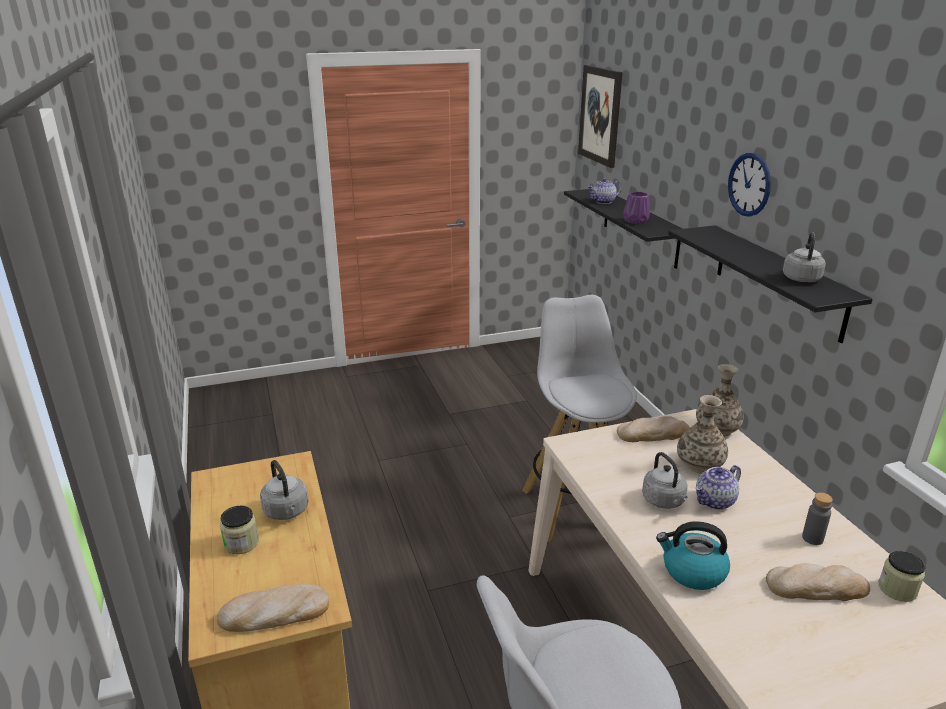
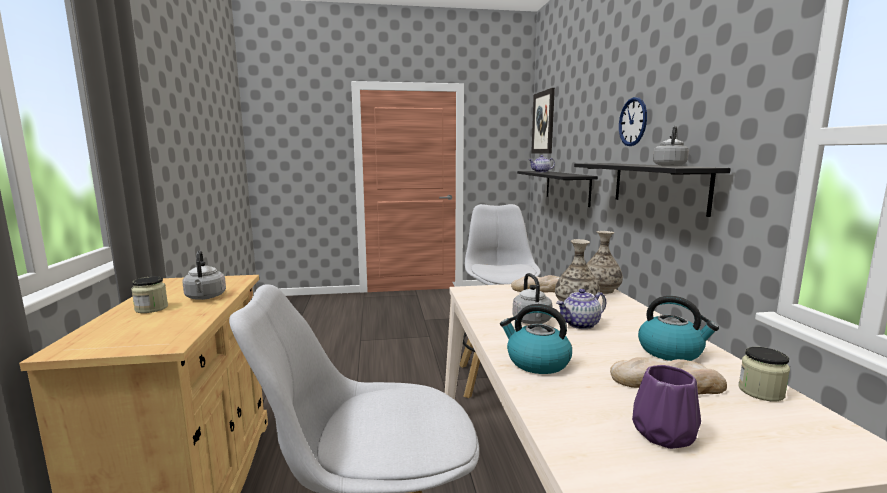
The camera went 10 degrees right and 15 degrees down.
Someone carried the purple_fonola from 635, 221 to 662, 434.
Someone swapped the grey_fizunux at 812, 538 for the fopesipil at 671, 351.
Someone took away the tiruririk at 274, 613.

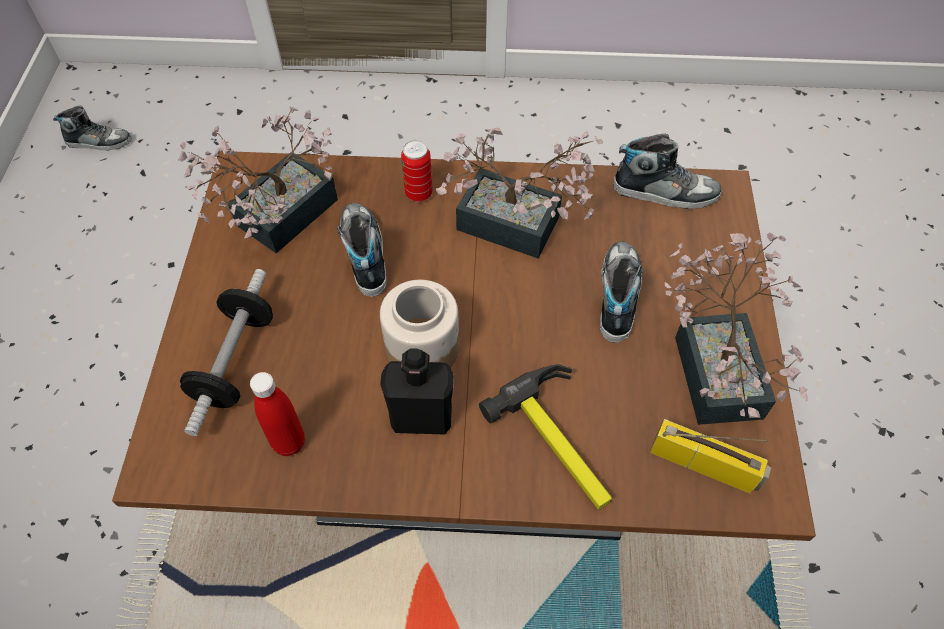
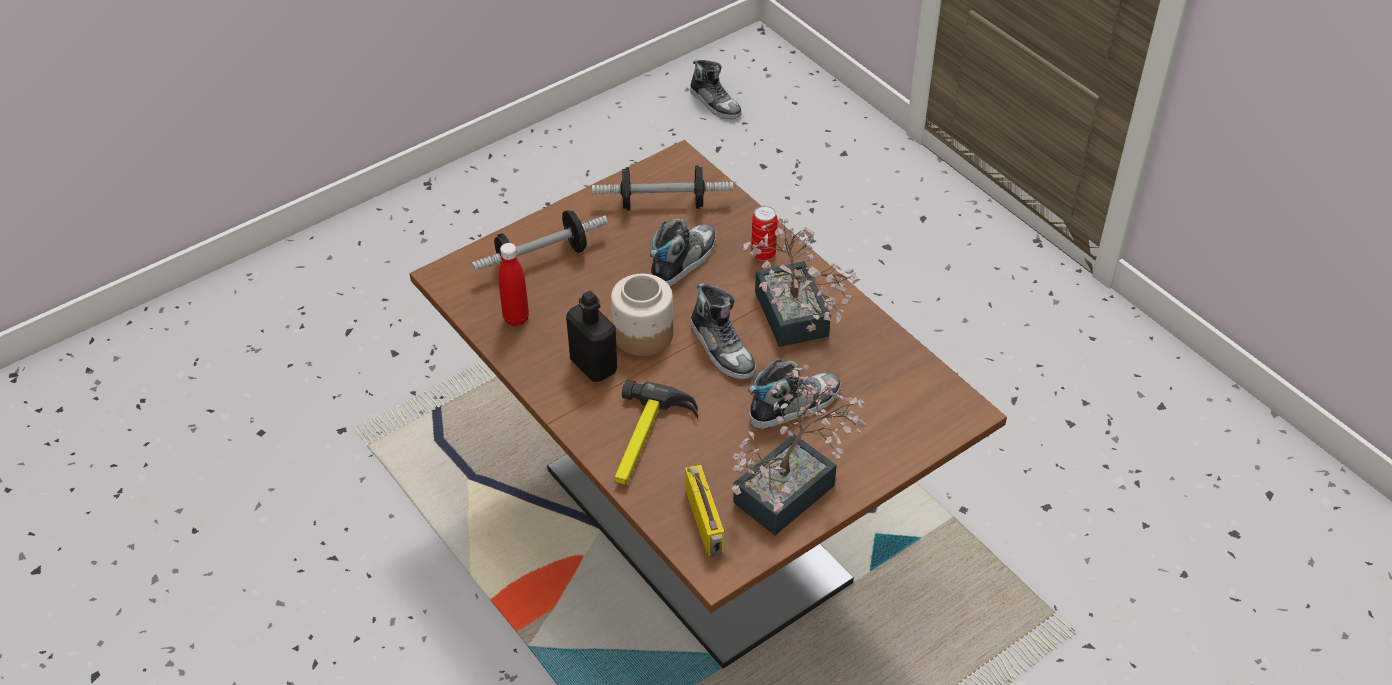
The camera went 50 degrees right and 10 degrees down.
Someone swapped the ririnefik at 277, 219 for the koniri at 662, 204.
Someone carried the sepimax from 665, 191 to 722, 348.

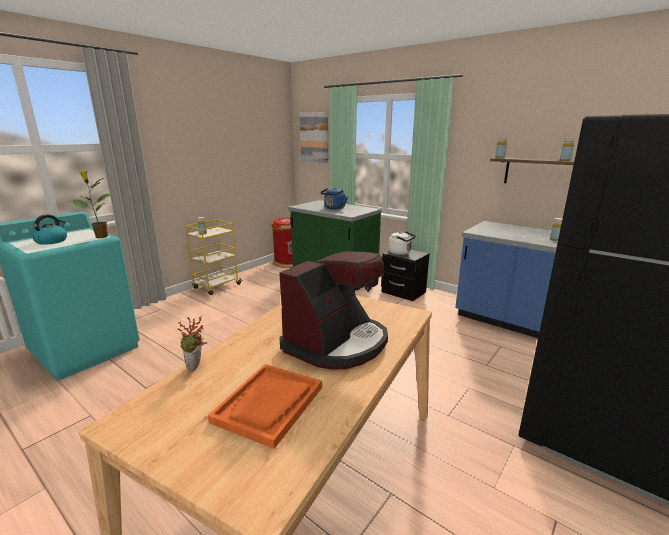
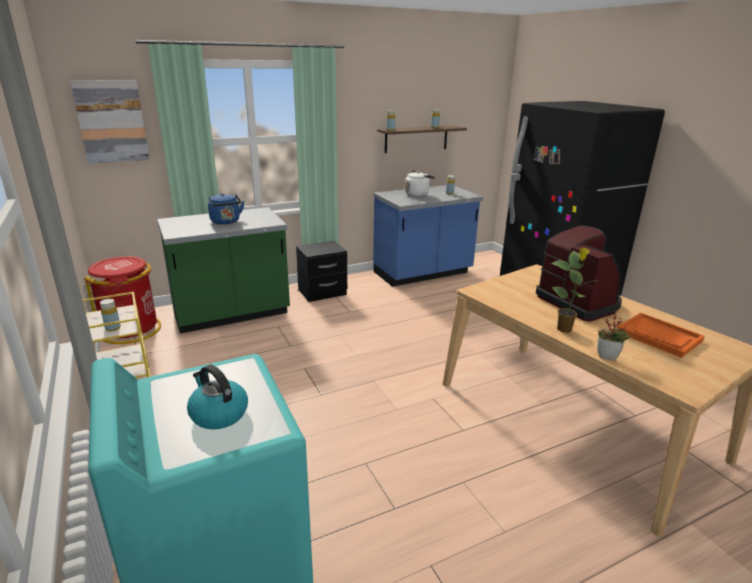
The camera went 65 degrees left and 5 degrees up.
Someone carried the ririnefik from 101, 237 to 565, 329.
Someone carried the white_fopesipil from 401, 253 to 418, 194.

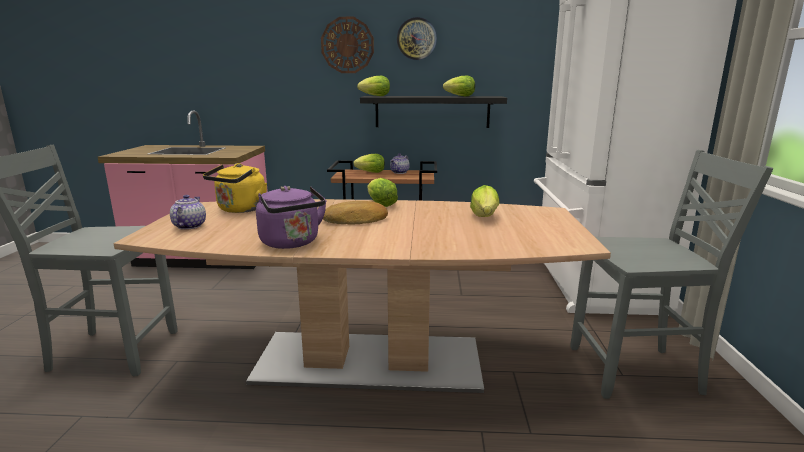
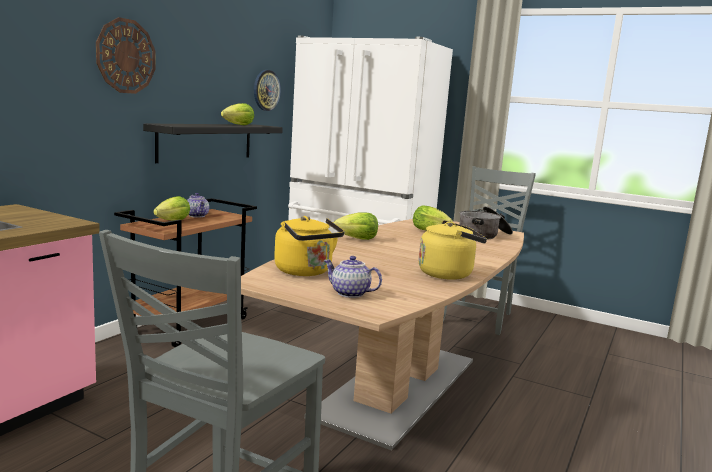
The camera went 65 degrees left and 5 degrees down.
Someone carried the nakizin from 416, 39 to 266, 90.
Someone took away the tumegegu at 375, 96.
Someone repainted the purple_fopesipil at 292, 243, which became the yellow_fopesipil at 448, 274.
Someone took away the tiruririk at 356, 220.
Someone put down the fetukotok at 484, 235.

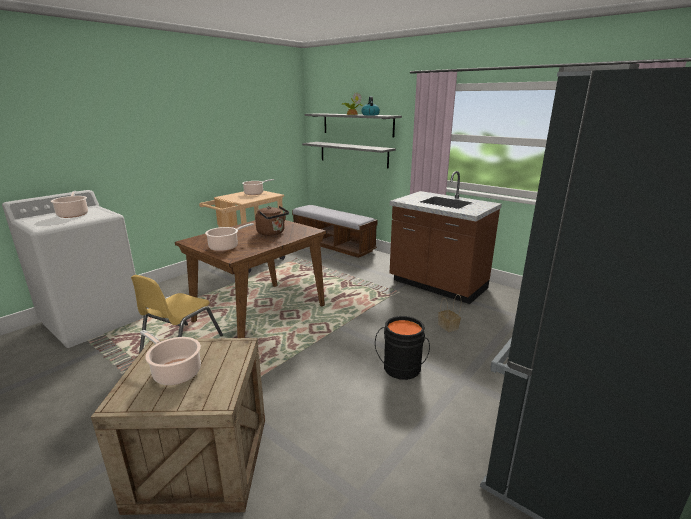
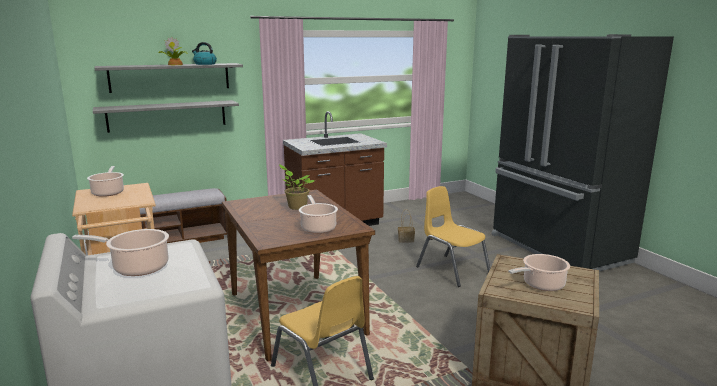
The camera went 65 degrees left and 5 degrees down.
Someone swapped the brown_fopesipil at 272, 233 for the ririnefik at 296, 207.
Someone swapped the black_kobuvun at 401, 369 for the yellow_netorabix at 452, 270.

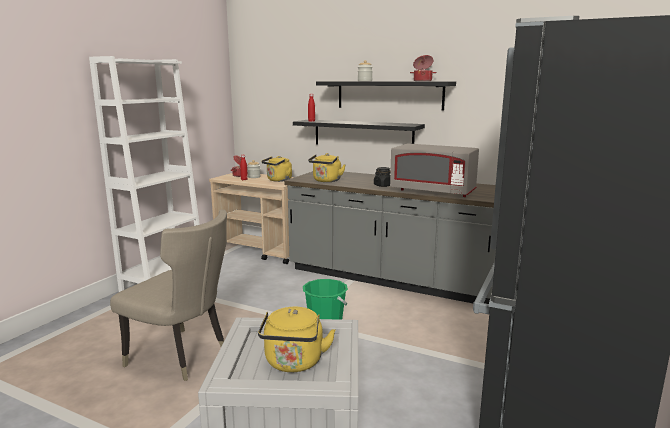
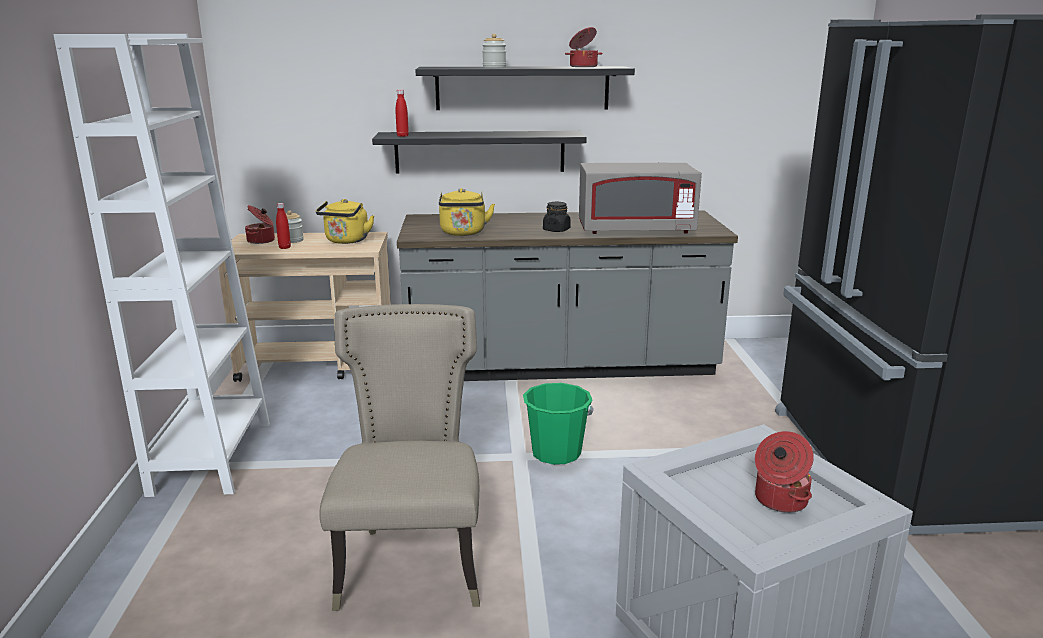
The camera went 30 degrees left and 5 degrees up.
Someone rotated the beige_netorabix at 182, 357 by 90 degrees counterclockwise.
Someone swapped the yellow_fopesipil at 294, 363 for the fetukotok at 779, 500.

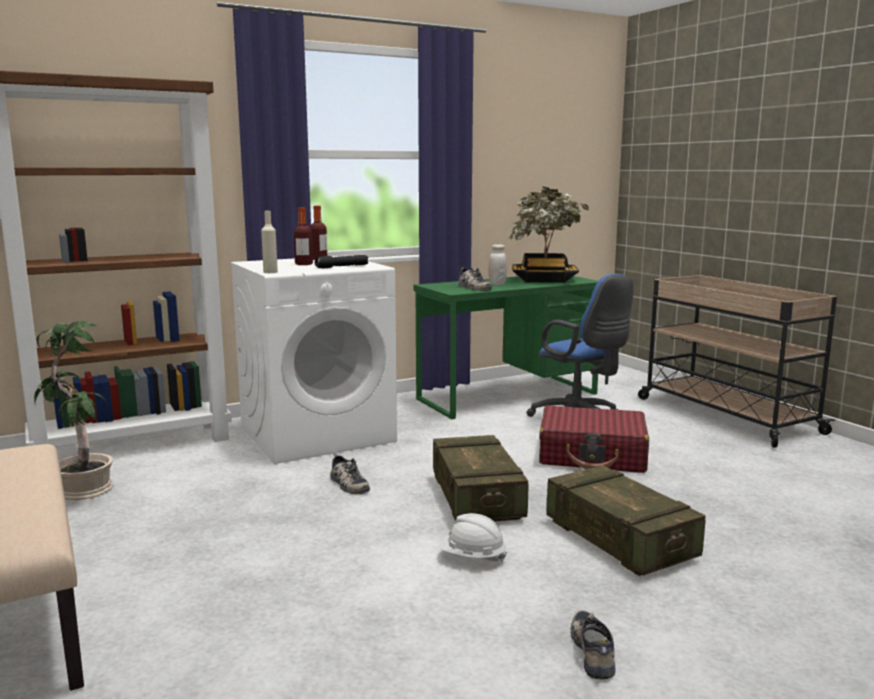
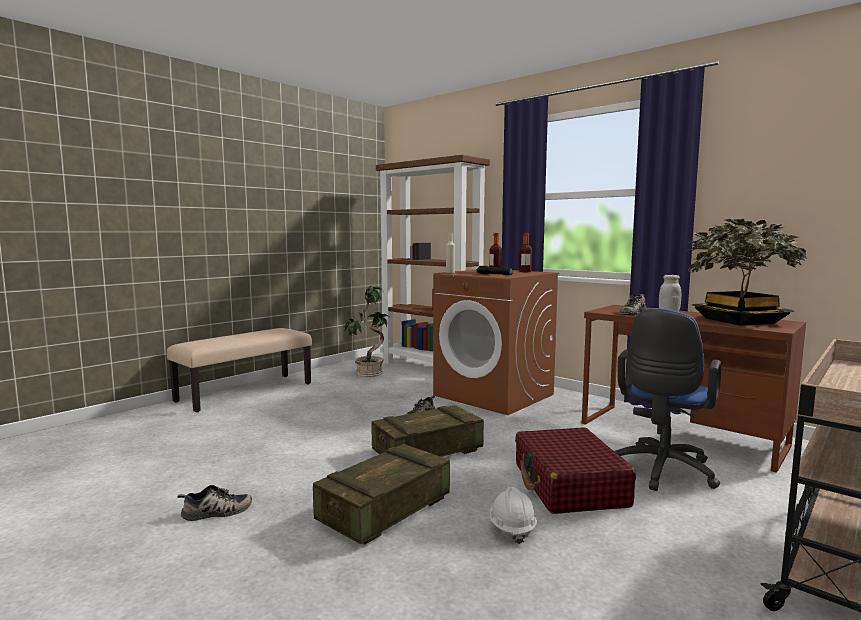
The camera went 70 degrees right and 5 degrees down.
Someone repainted the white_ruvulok at 318, 434, which became the brown_ruvulok at 494, 395.
Someone repainted the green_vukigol at 508, 396, which became the brown_vukigol at 680, 434.
Someone carried the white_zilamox from 472, 558 to 512, 528.

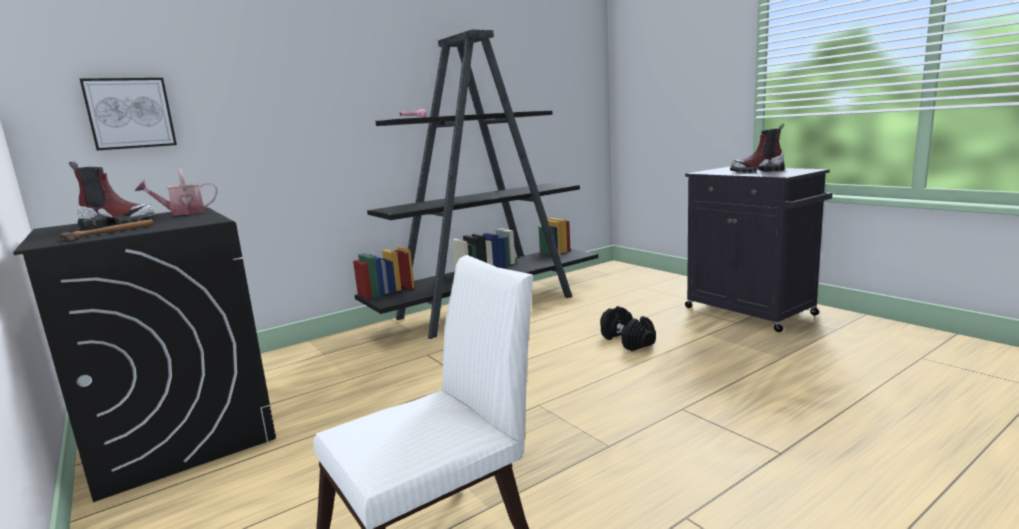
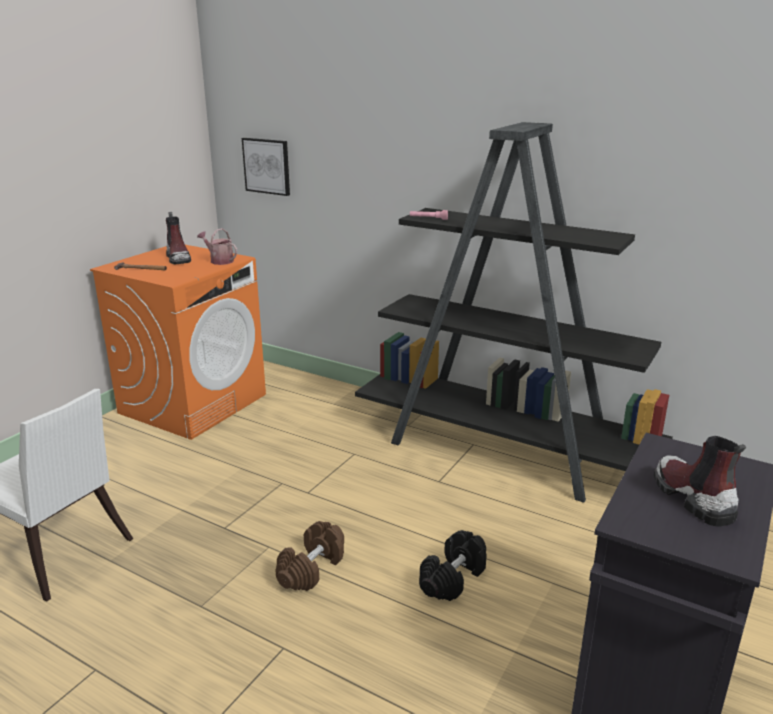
The camera went 65 degrees right and 10 degrees up.
Someone repainted the black_ruvulok at 181, 433, which became the orange_ruvulok at 194, 403.
Someone put down the brown_koniri at 311, 569.

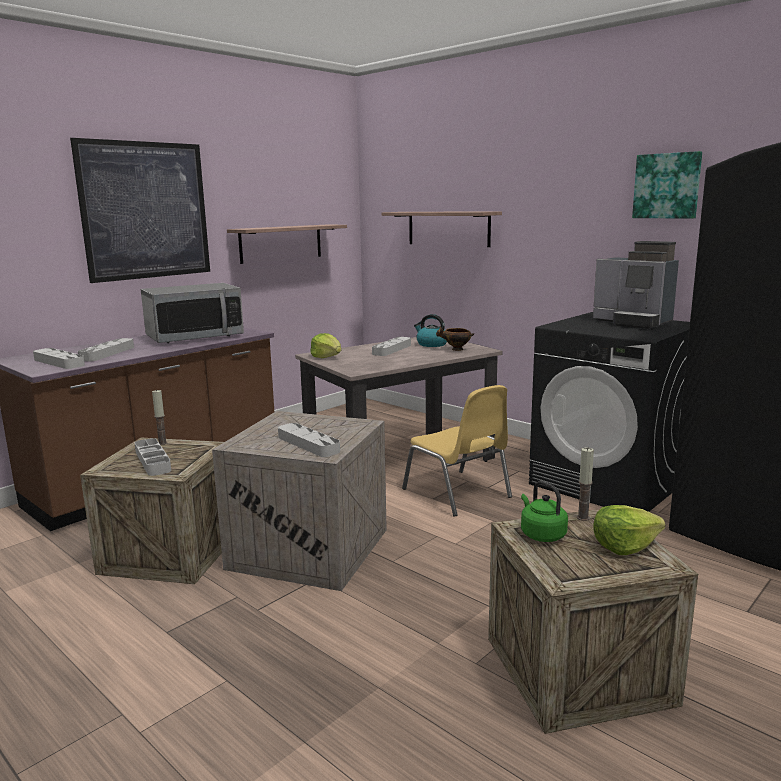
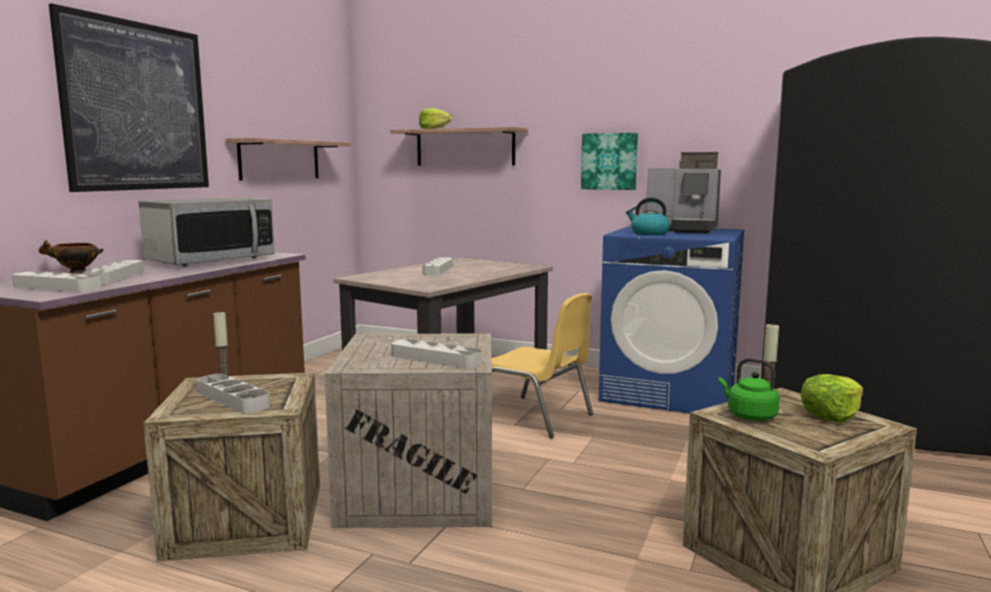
The camera went 20 degrees left and 5 degrees down.
Someone carried the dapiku from 667, 186 to 609, 161.
Someone repainted the black_ruvulok at 608, 483, which became the blue_ruvulok at 670, 392.
Someone carried the fopesipil from 431, 344 to 648, 233.
Someone carried the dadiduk from 456, 349 to 75, 273.
Someone carried the tumegegu from 327, 357 to 434, 129.

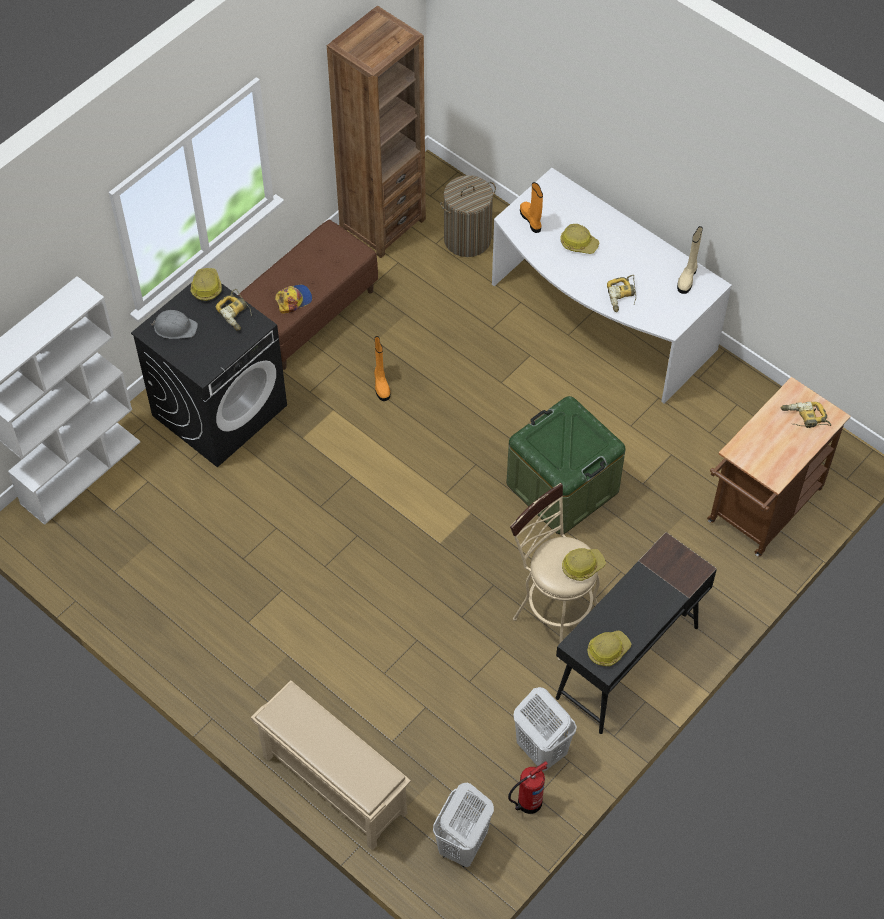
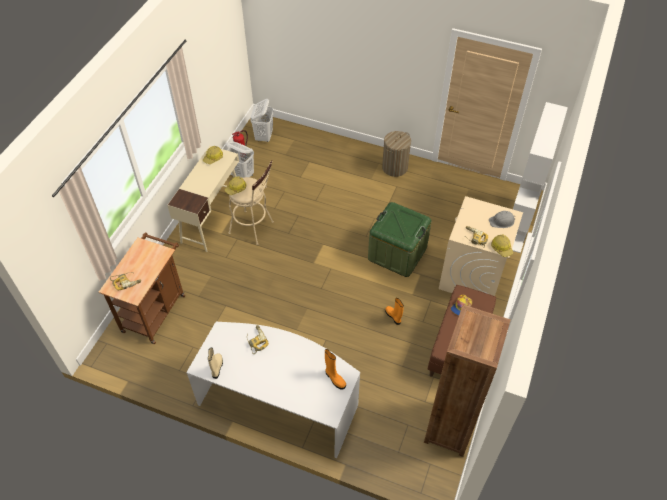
The camera went 160 degrees right and 5 degrees down.
Someone carried the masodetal from 467, 239 to 394, 167.
Someone took away the zilamox at 578, 243.
Someone repainted the black_ruvulok at 220, 410, which became the beige_ruvulok at 472, 276.
Someone carried the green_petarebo from 562, 487 to 397, 253.
Someone repainted the black_vukigol at 627, 663, which became the beige_vukigol at 212, 218.
Someone took away the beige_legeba at 332, 784.

